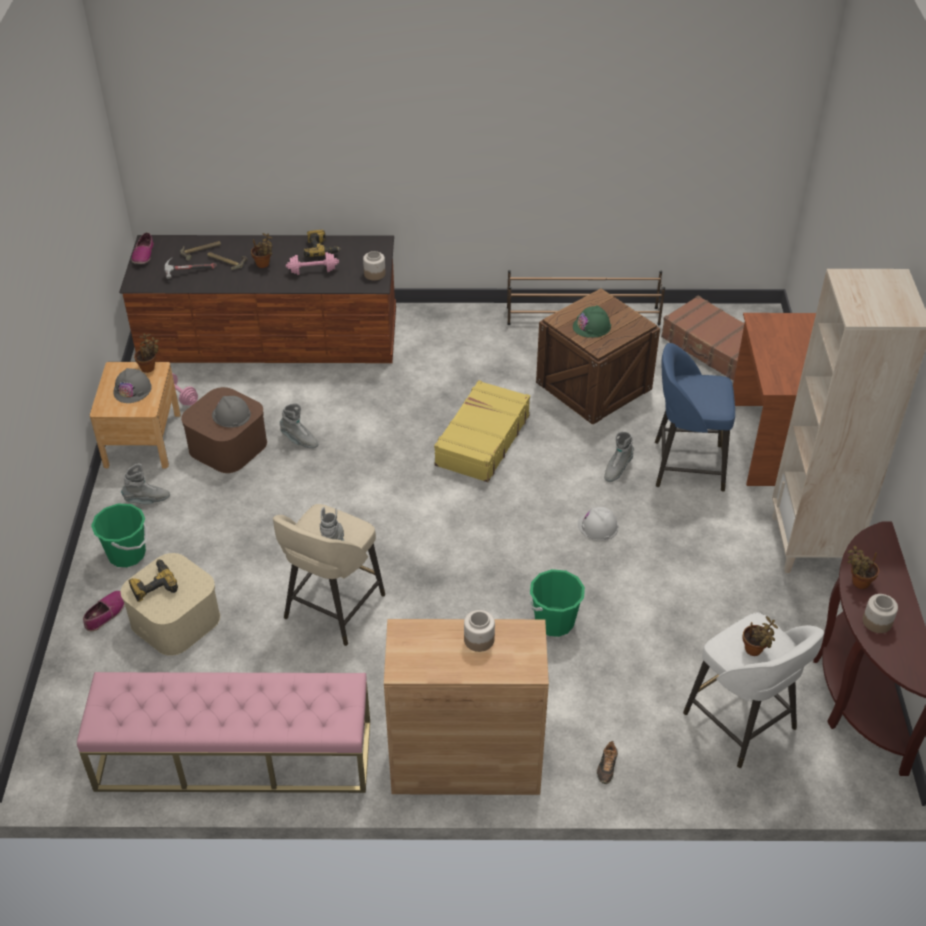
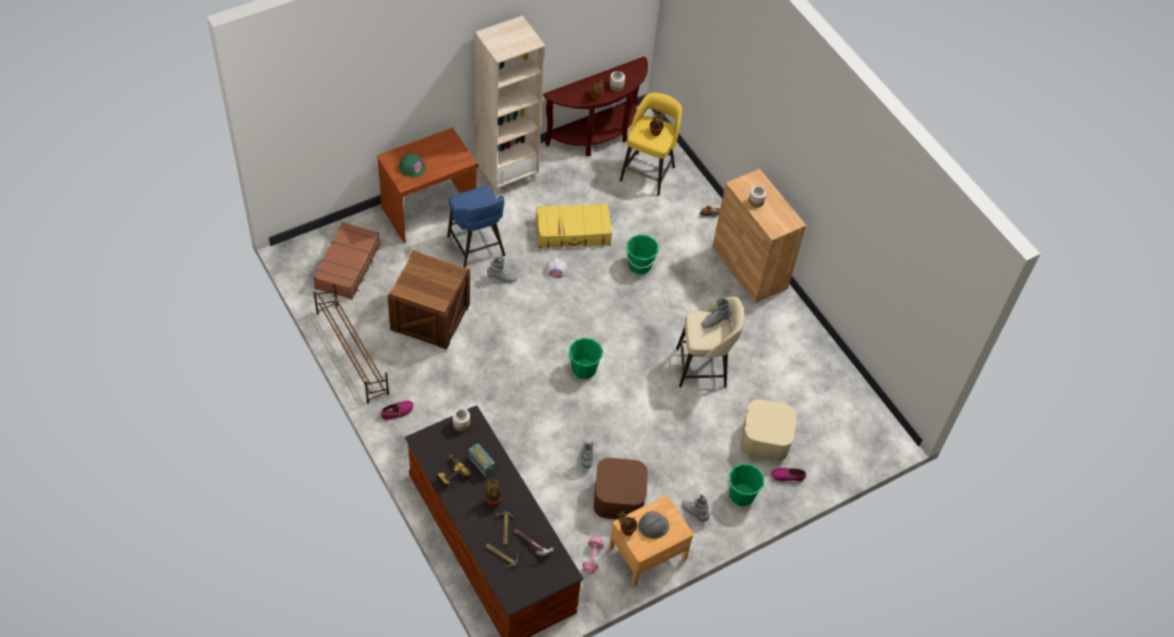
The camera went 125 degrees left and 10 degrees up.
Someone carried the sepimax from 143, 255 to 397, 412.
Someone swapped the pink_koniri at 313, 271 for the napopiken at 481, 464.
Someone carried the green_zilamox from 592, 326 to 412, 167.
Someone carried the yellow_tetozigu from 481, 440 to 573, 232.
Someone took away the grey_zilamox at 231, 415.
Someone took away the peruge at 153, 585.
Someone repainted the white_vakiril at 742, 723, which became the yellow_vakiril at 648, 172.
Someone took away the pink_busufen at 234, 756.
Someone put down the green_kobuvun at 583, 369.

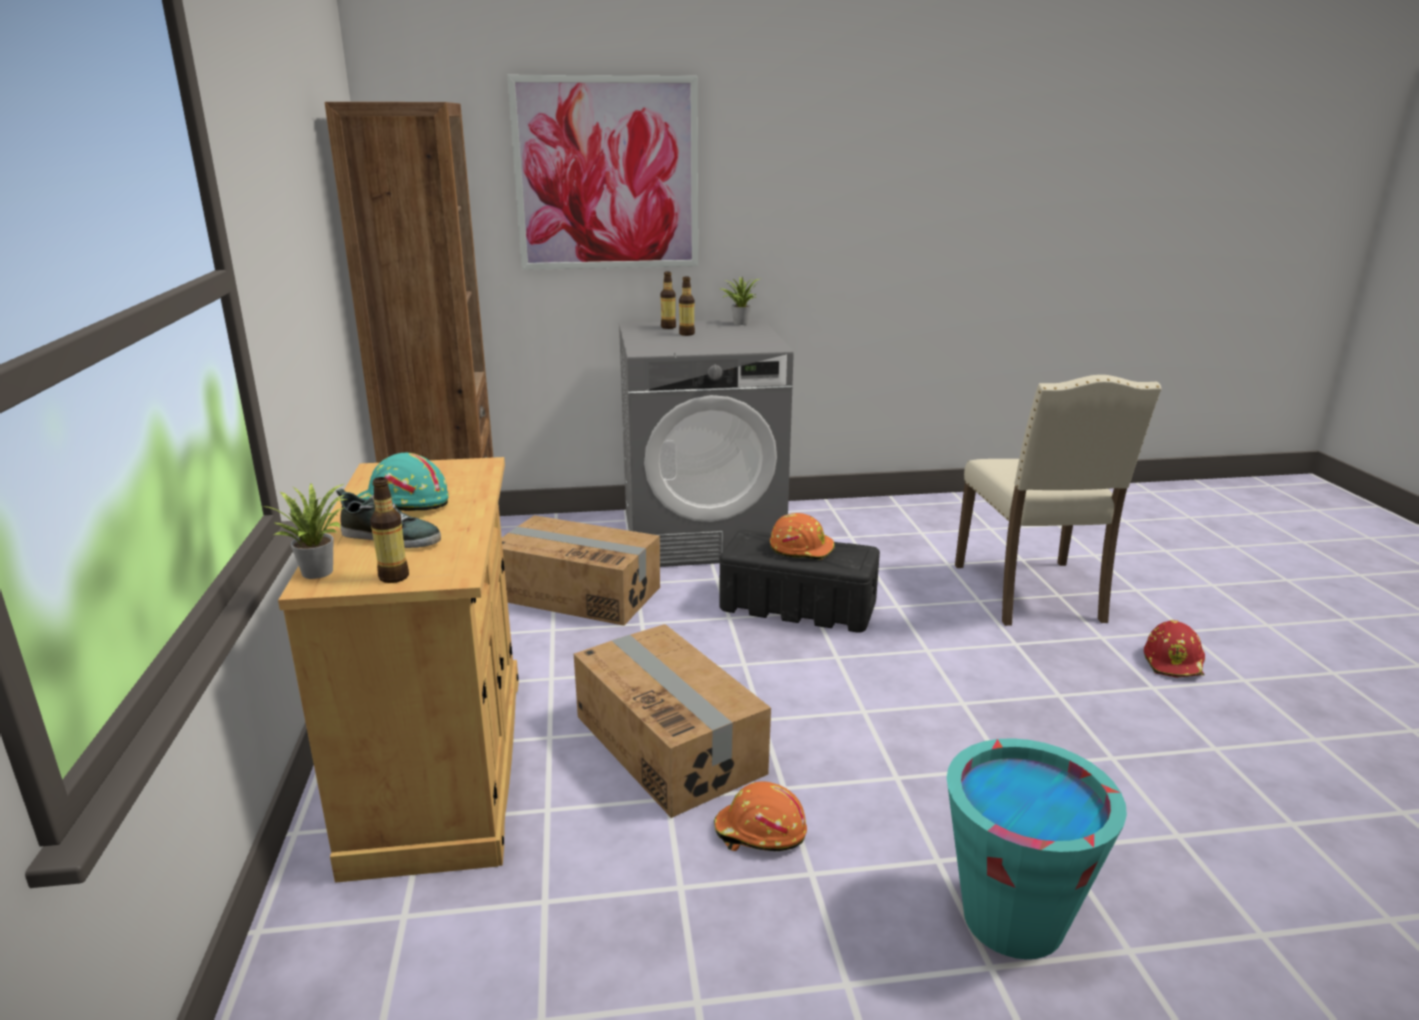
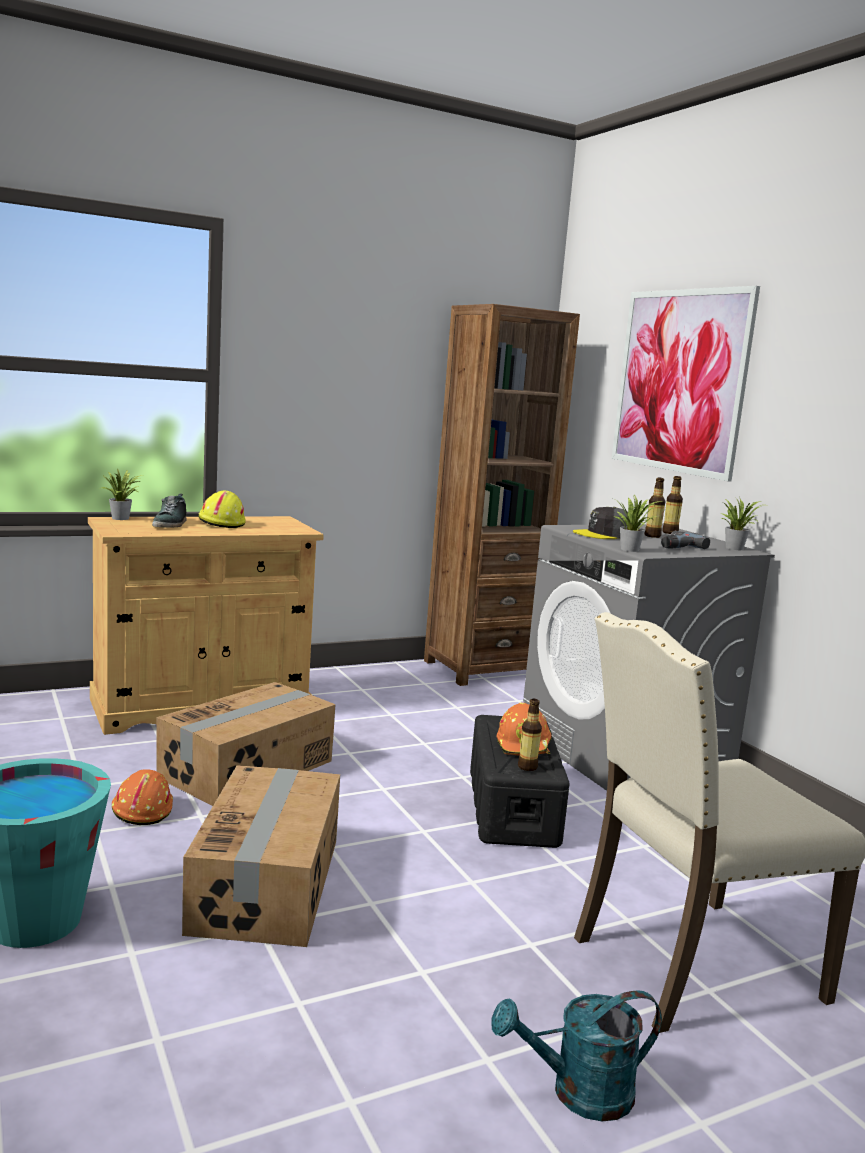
The camera went 70 degrees right and 10 degrees down.
Someone repainted the turquoise_zilamox at 403, 505, which became the yellow_zilamox at 221, 523.
Someone carried the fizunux from 394, 577 to 527, 767.
Someone carried the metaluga from 579, 593 to 268, 884.
Someone swapped the red_zilamox at 1174, 662 for the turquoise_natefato at 578, 1093.
Someone put down the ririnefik at 631, 549.
Someone put down the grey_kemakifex at 604, 534.
Someone put down the peruge at 675, 545.

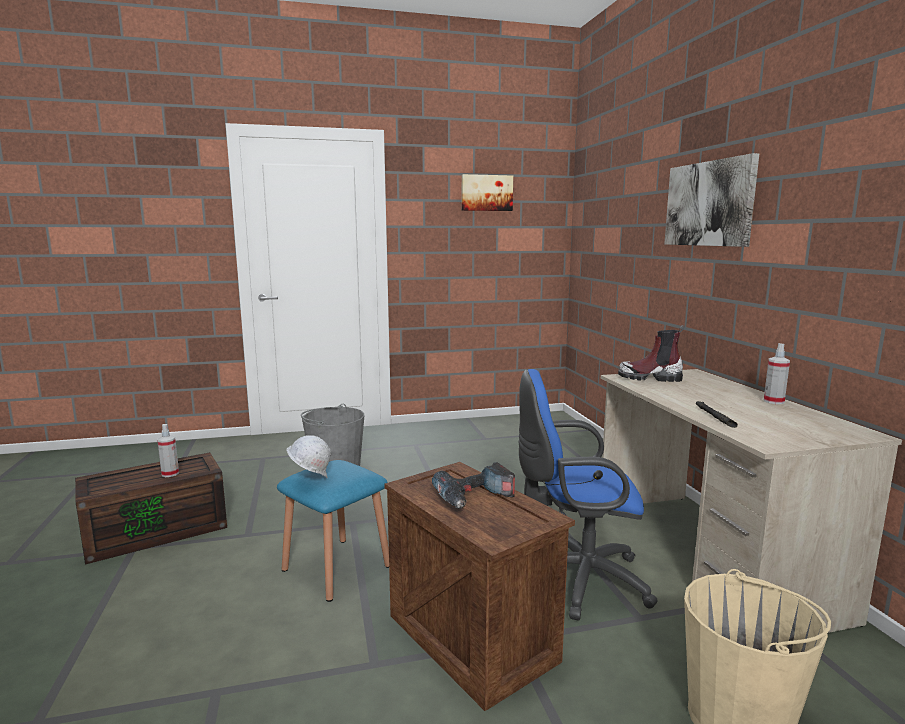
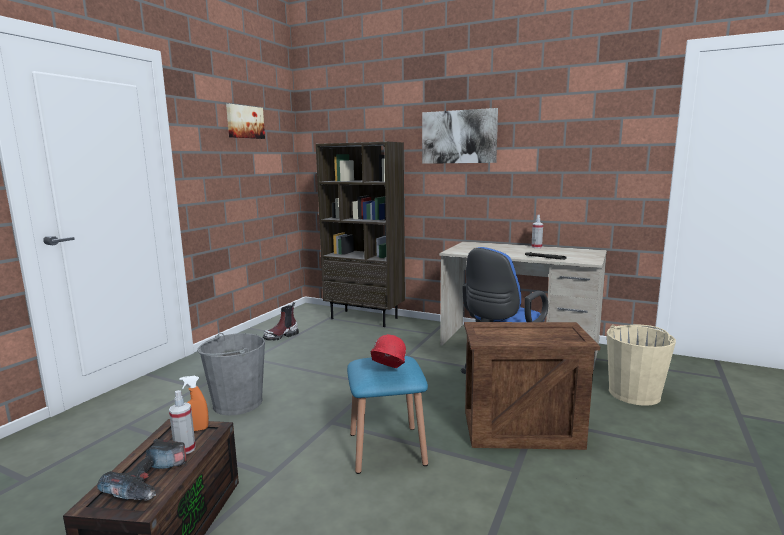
The camera went 50 degrees left and 0 degrees up.
Someone carried the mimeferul from 650, 378 to 281, 336.
Someone repainted the white_zilamox at 310, 478, which became the red_zilamox at 387, 373.
Someone carried the peruge from 474, 498 to 150, 482.
Someone put down the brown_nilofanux at 365, 318.
Someone put down the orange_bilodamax at 196, 429.

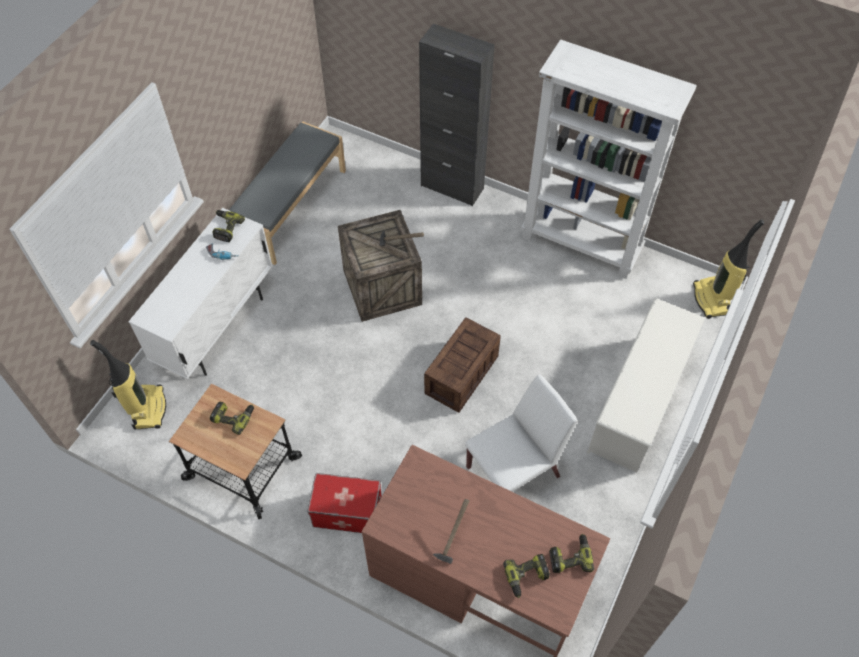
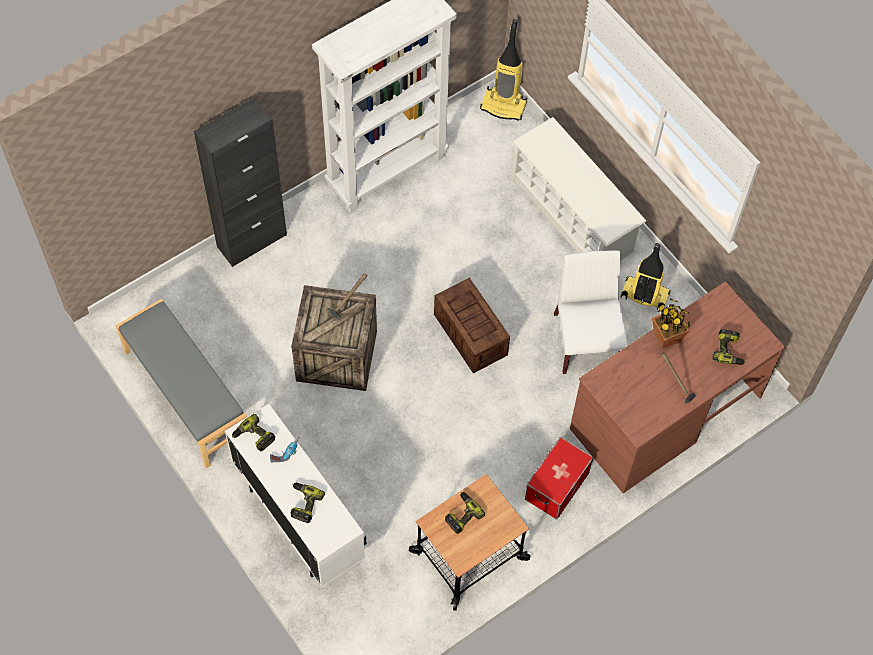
The camera went 65 degrees left and 5 degrees up.
Someone carried the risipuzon from 147, 408 to 644, 296.
Someone carried the peruge from 570, 556 to 303, 503.
Someone put down the ririnefik at 666, 337.

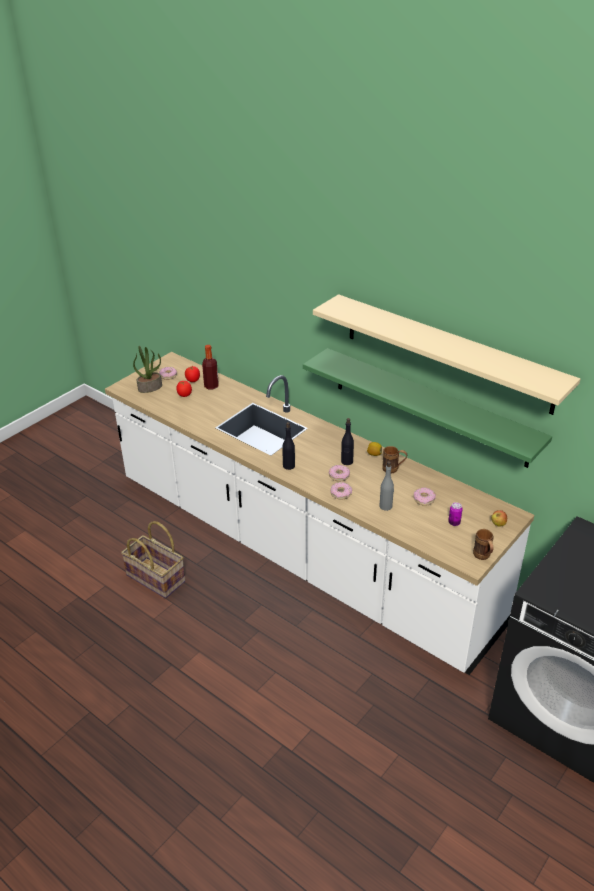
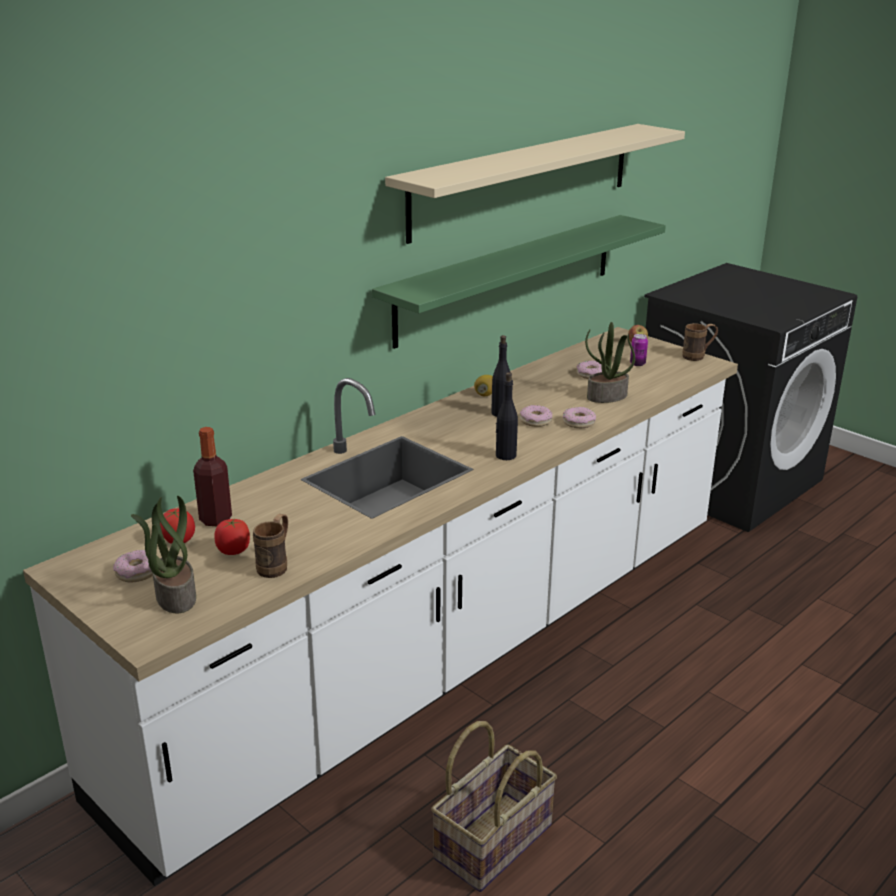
The camera went 85 degrees left and 10 degrees down.
Someone carried the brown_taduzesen from 393, 469 to 276, 565.
Someone swapped the grey_fizunux at 386, 506 for the ririnefik at 607, 397.

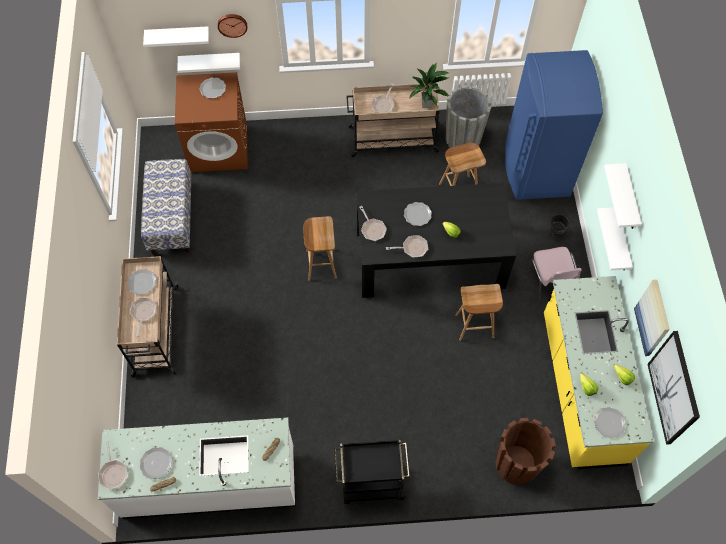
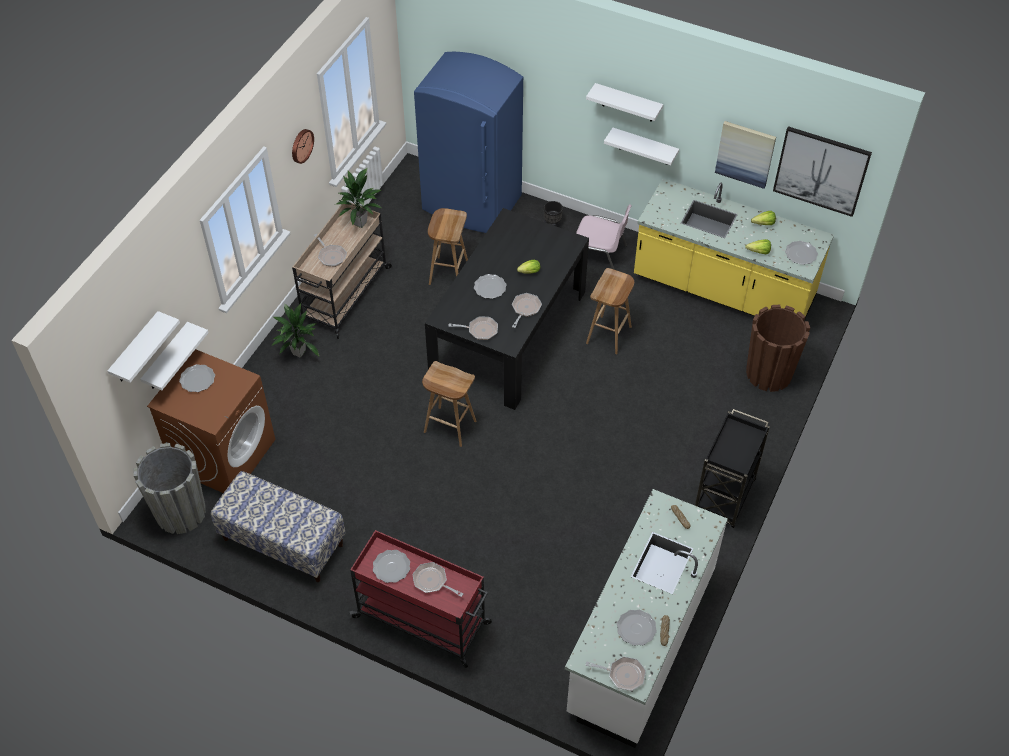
The camera went 60 degrees left and 10 degrees down.
Someone carried the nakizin from 232, 24 to 301, 145.
Someone carried the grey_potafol from 463, 139 to 181, 512.
Someone repainted the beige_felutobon at 155, 332, which became the red_felutobon at 423, 621.
Someone put down the ririnefik at 298, 353.

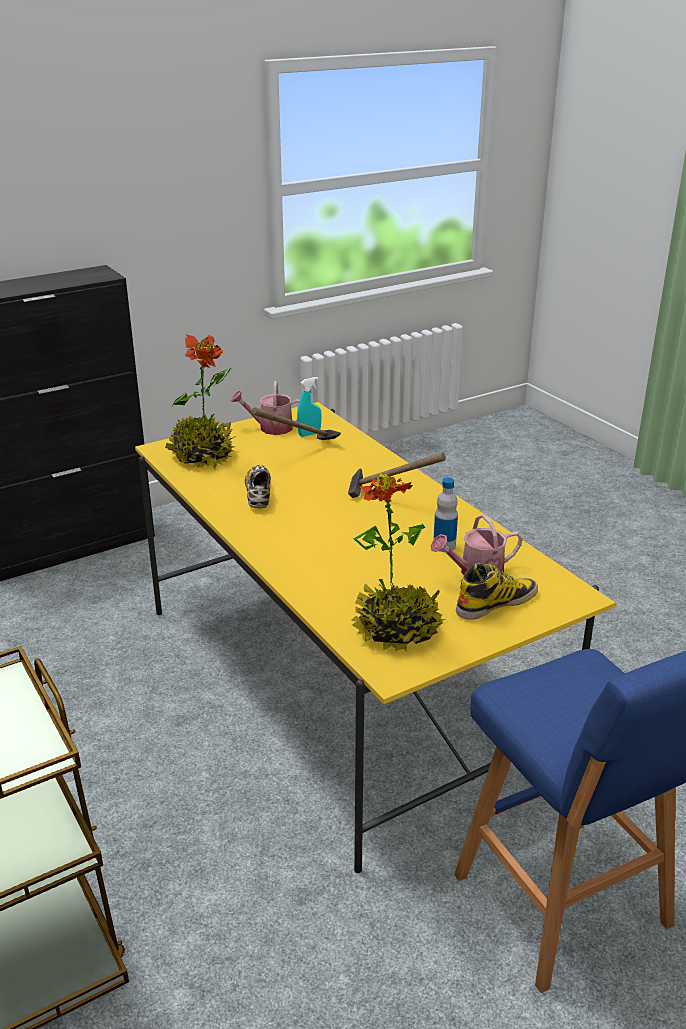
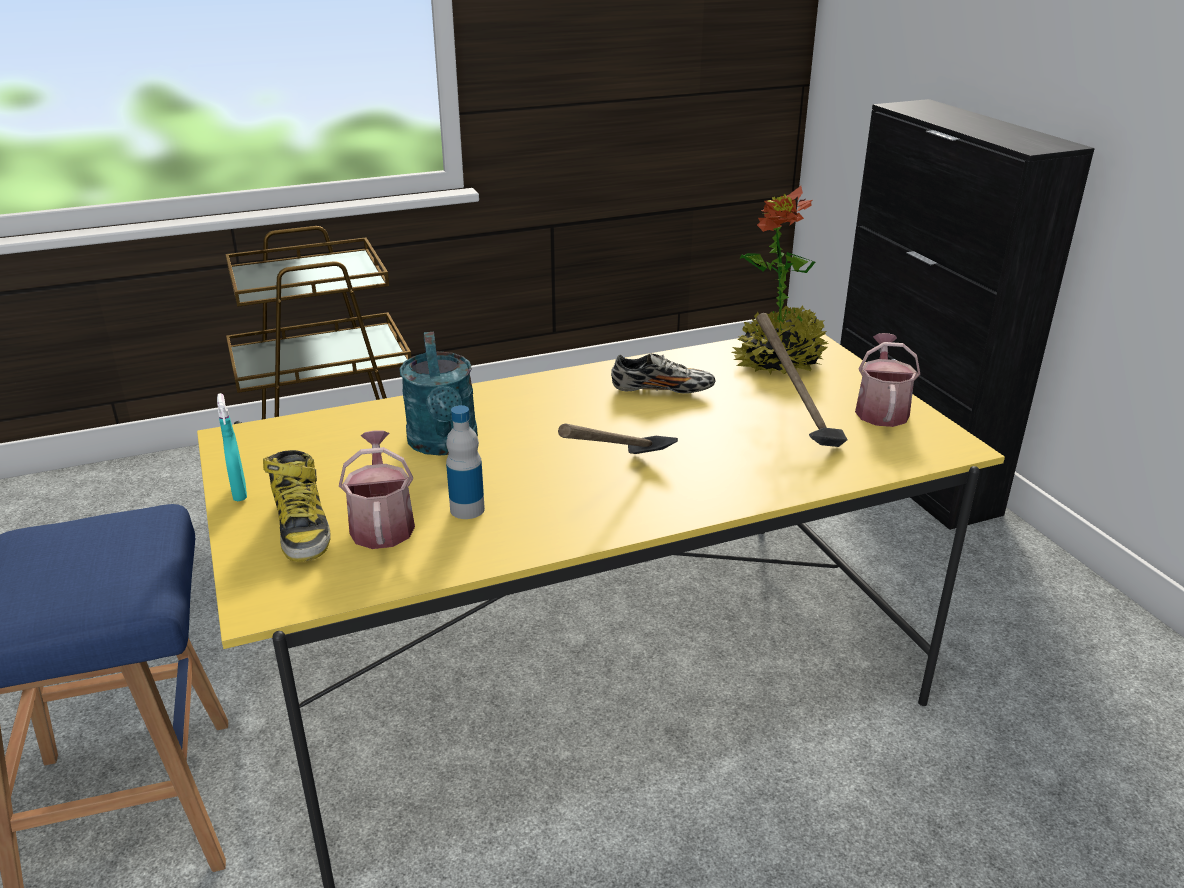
The camera went 100 degrees right and 0 degrees up.
Someone carried the turquoise_bilodamax from 309, 434 to 239, 493.
Someone took away the ririnefik at 396, 629.
Someone put down the turquoise_natefato at 444, 444.

